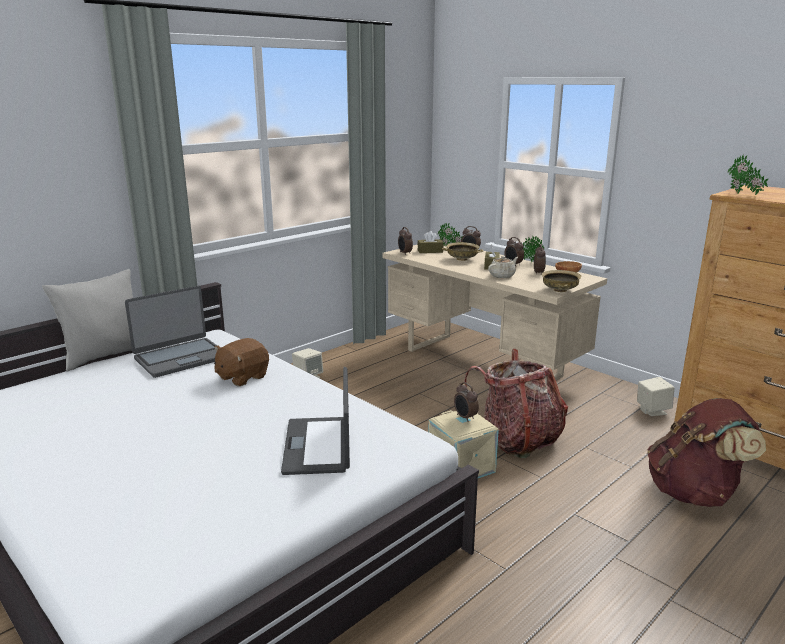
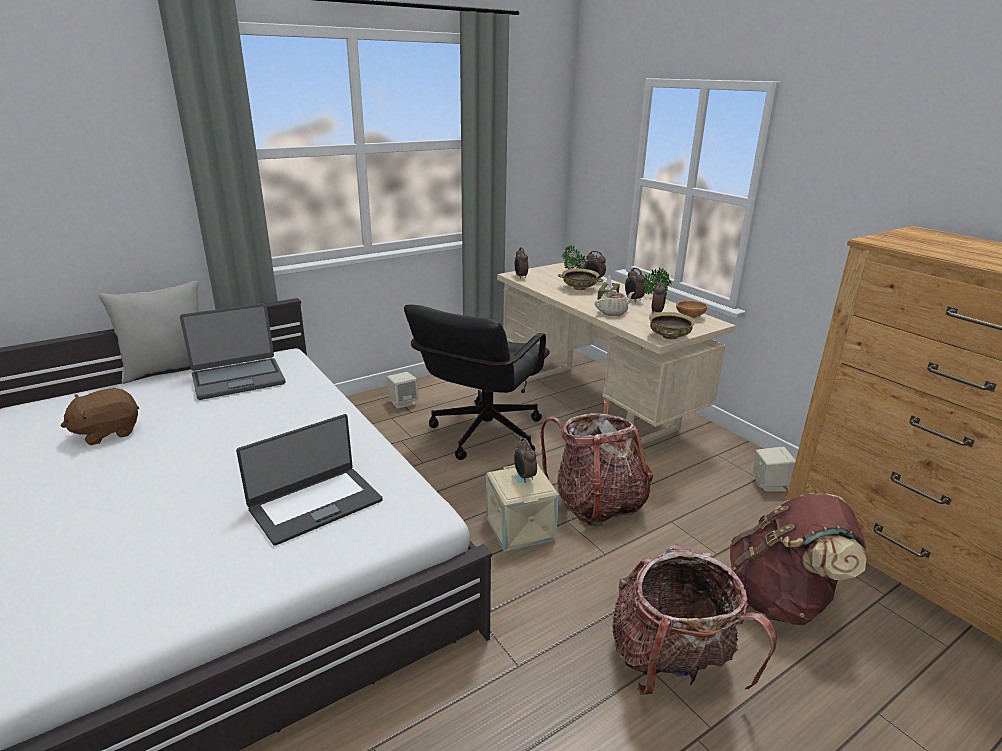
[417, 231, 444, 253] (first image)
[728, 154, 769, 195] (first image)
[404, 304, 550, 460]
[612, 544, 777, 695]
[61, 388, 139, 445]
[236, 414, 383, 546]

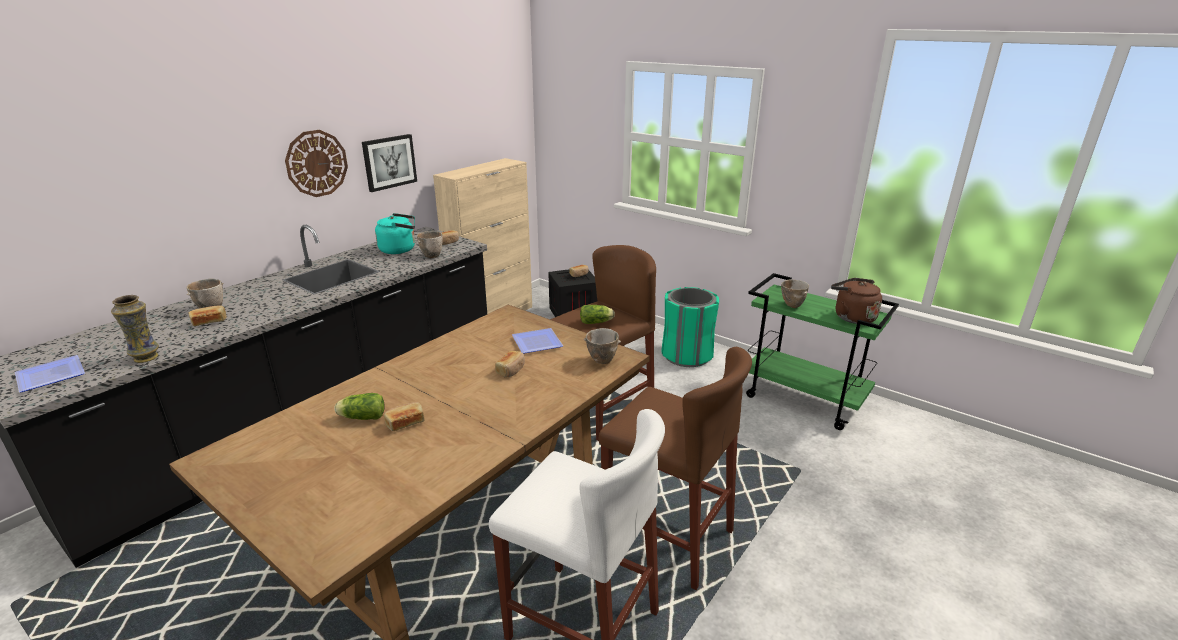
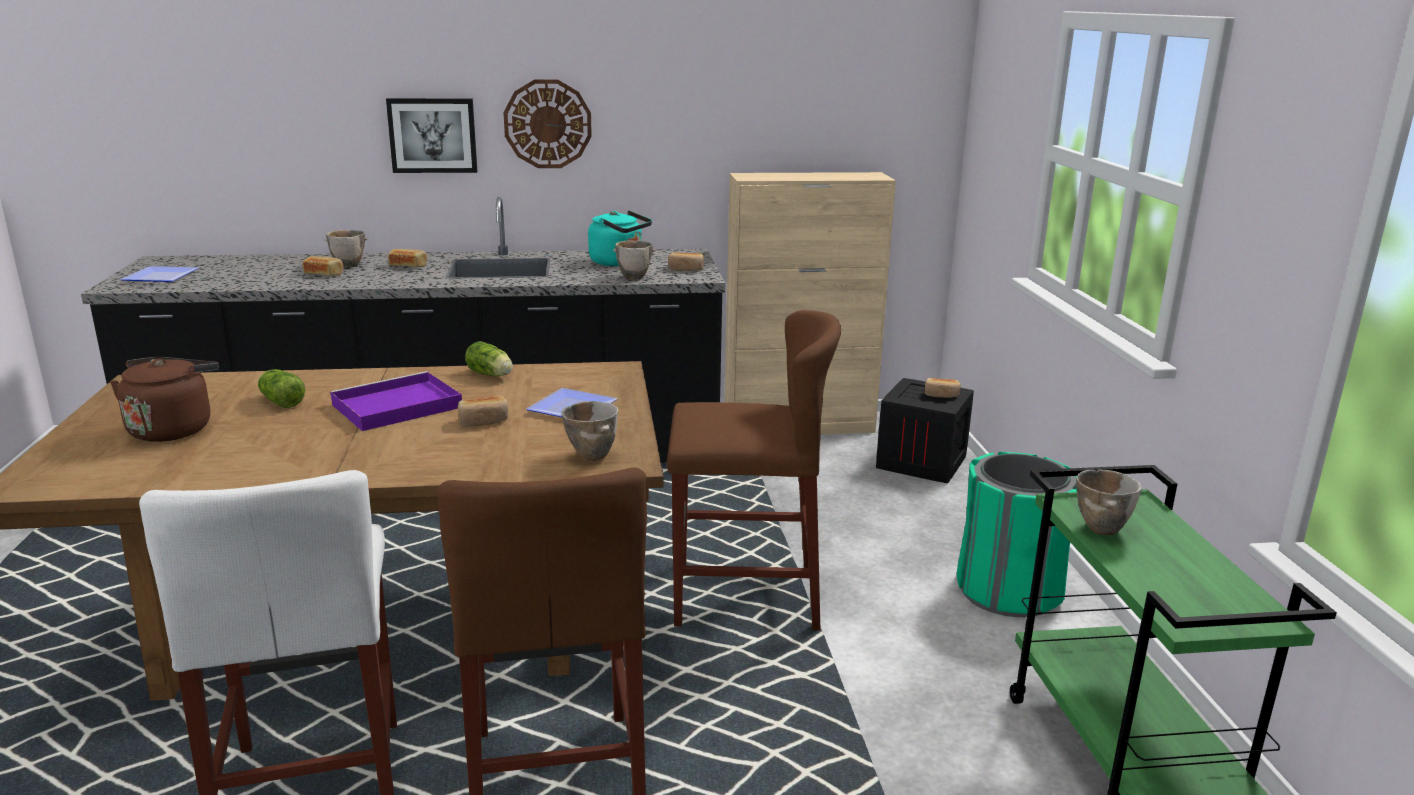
[111, 295, 159, 363] (first image)
[330, 371, 462, 431]
[386, 98, 477, 173]
[388, 249, 427, 267]
[465, 341, 513, 376]
[110, 357, 219, 442]

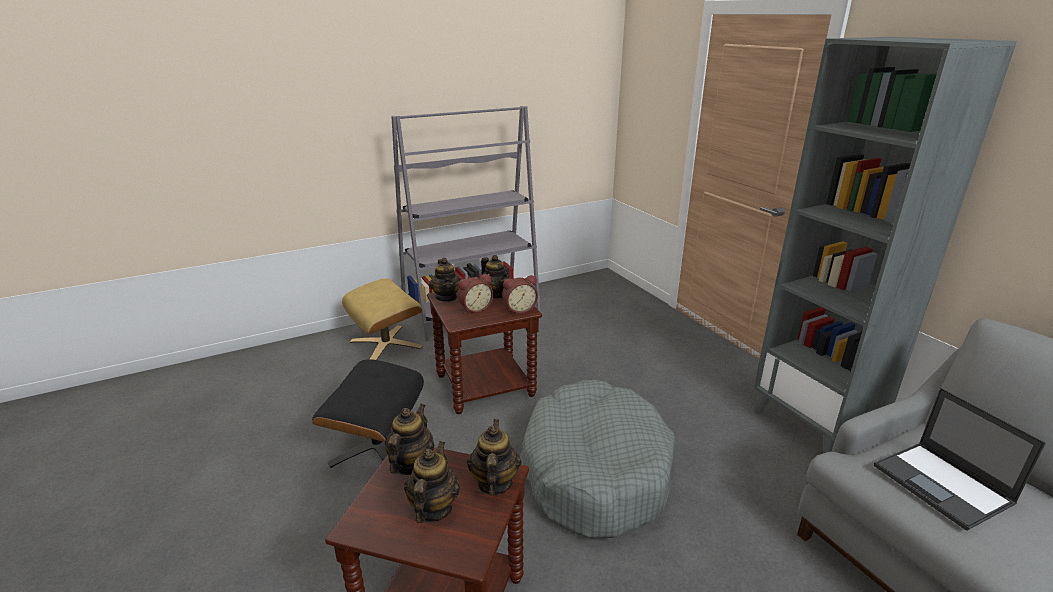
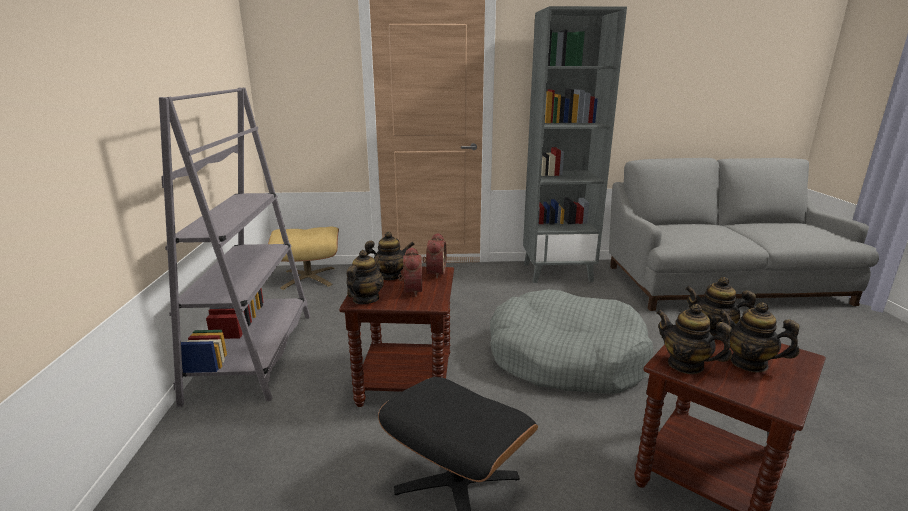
[874, 388, 1046, 531] (first image)
[268, 227, 339, 290]
[347, 250, 384, 304]

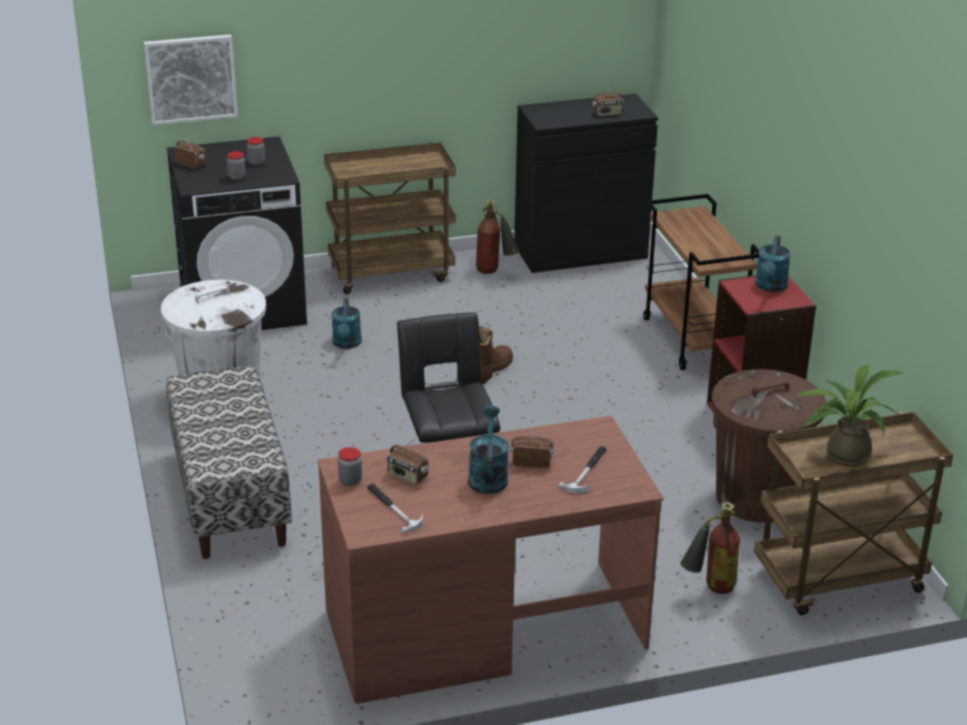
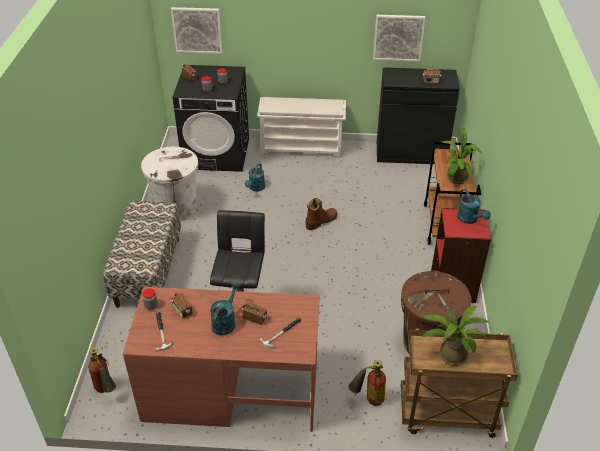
[373, 15, 425, 61]
[441, 128, 482, 184]
[88, 347, 116, 393]
[257, 97, 346, 158]
[457, 189, 491, 224]

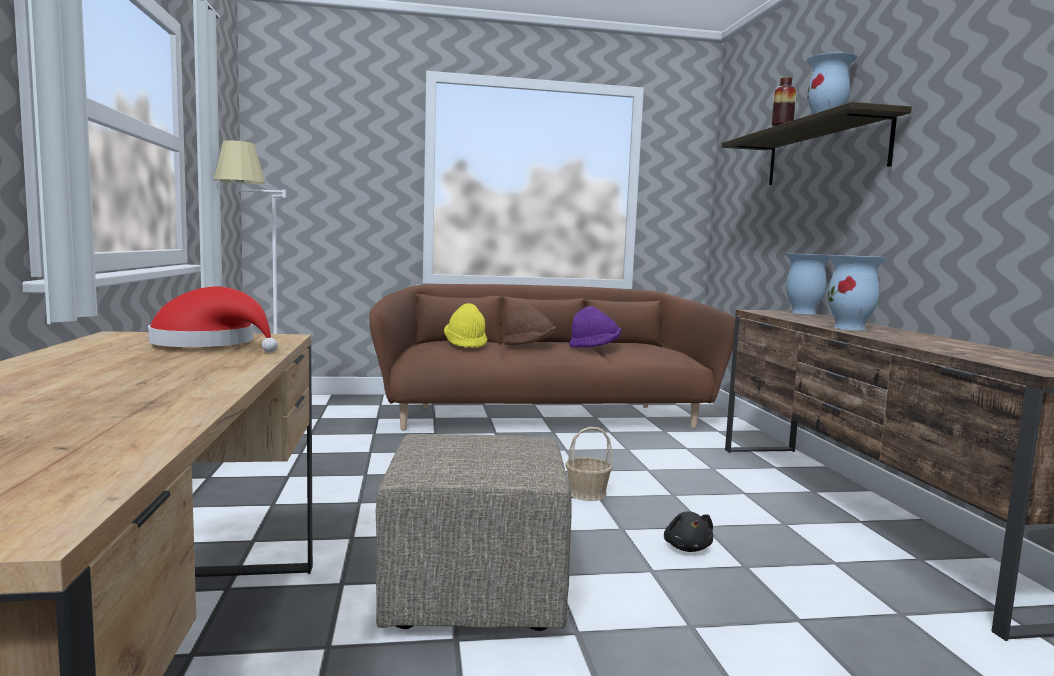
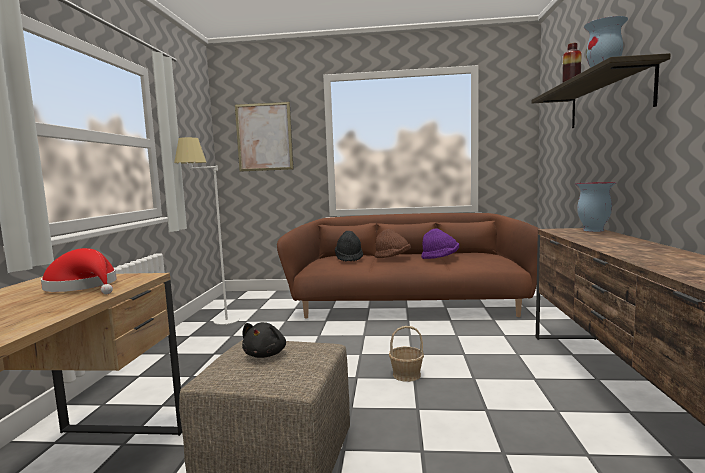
[827, 255, 888, 331] (first image)
[235, 102, 294, 172]
[242, 322, 286, 358]
[335, 231, 363, 262]

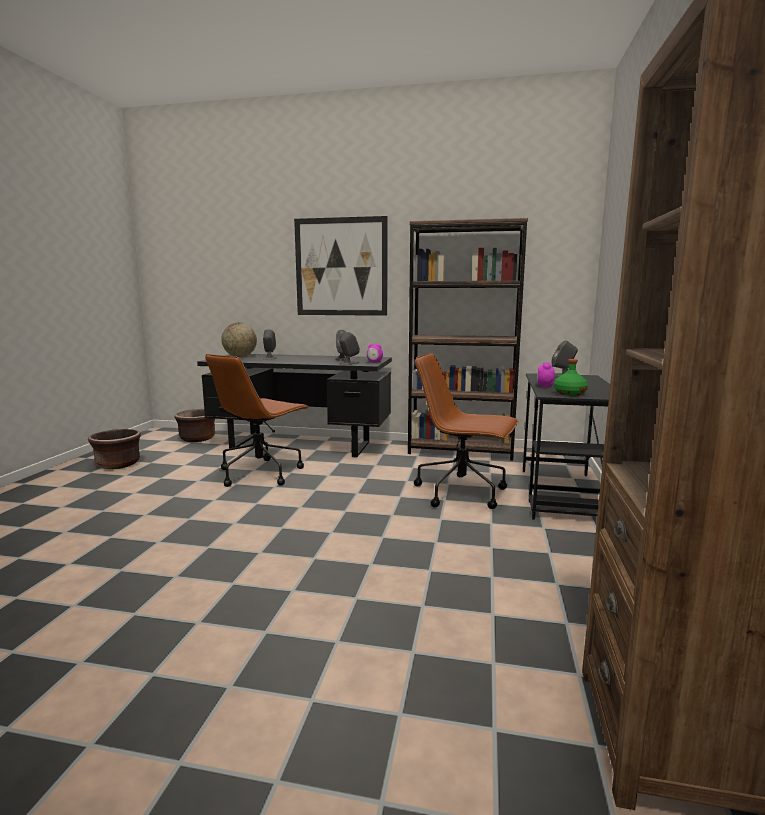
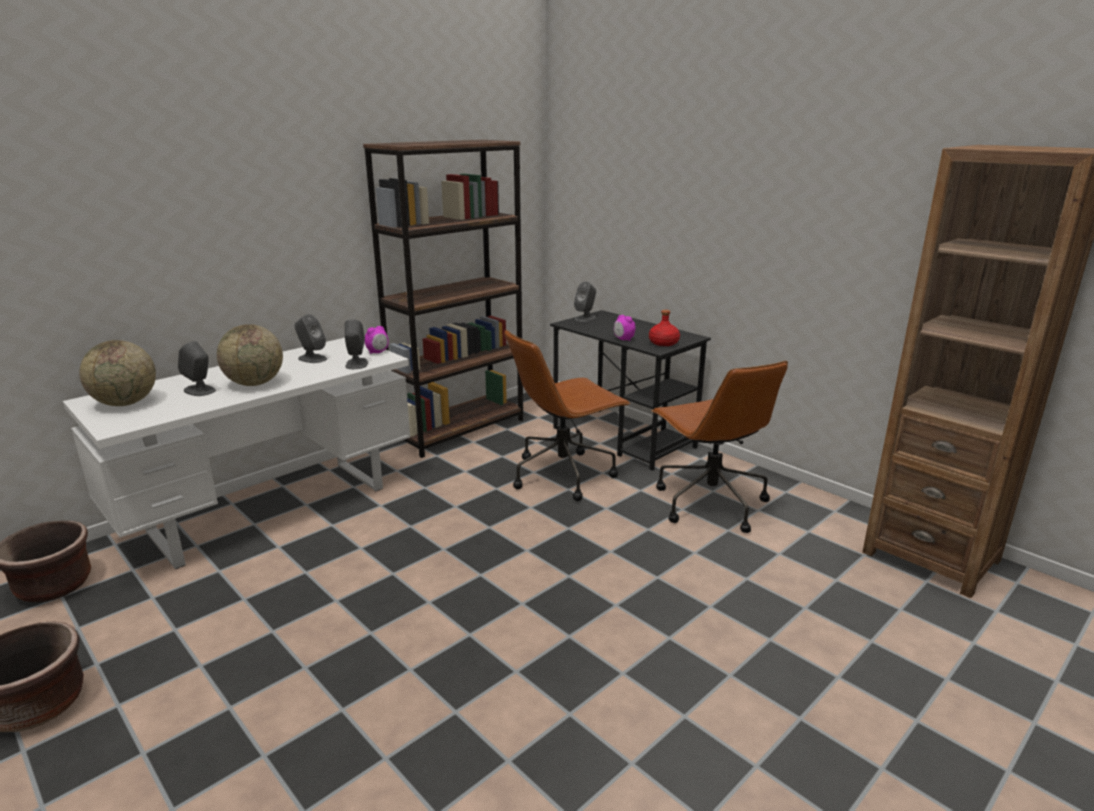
[294, 216, 388, 316] (first image)
[217, 324, 283, 386]
[651, 361, 788, 533]
[63, 338, 410, 569]
[649, 310, 680, 346]

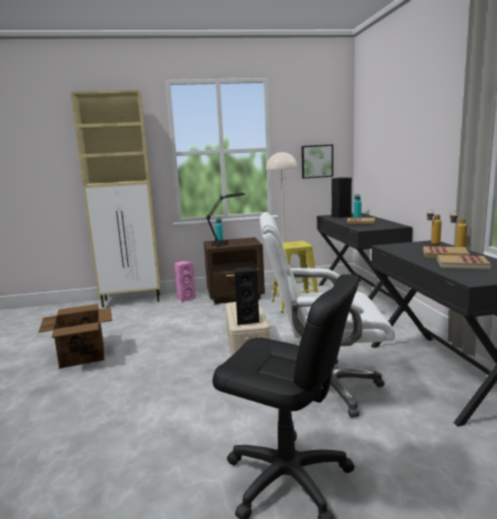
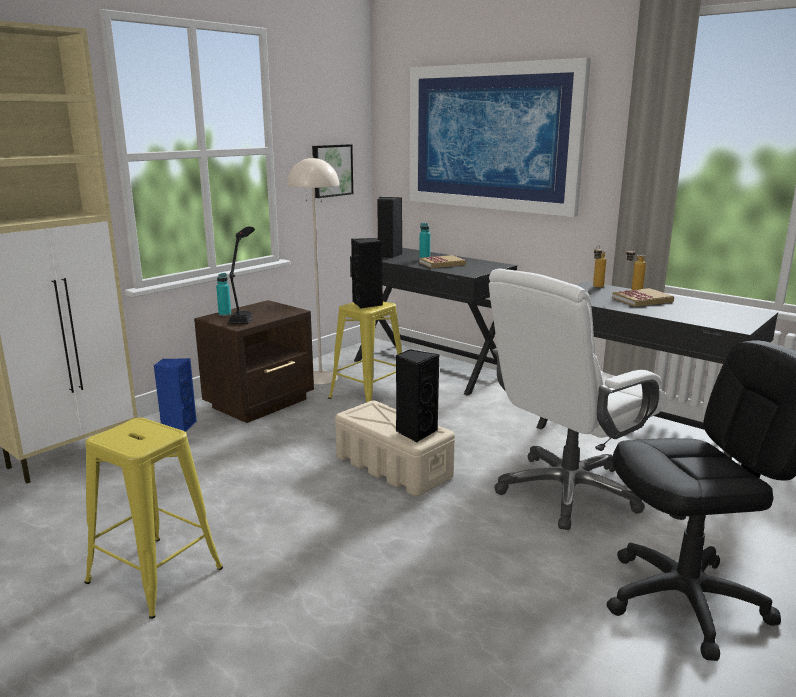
[437, 255, 491, 270] (first image)
[351, 238, 383, 309]
[409, 58, 591, 217]
[85, 418, 223, 619]
[154, 358, 197, 432]

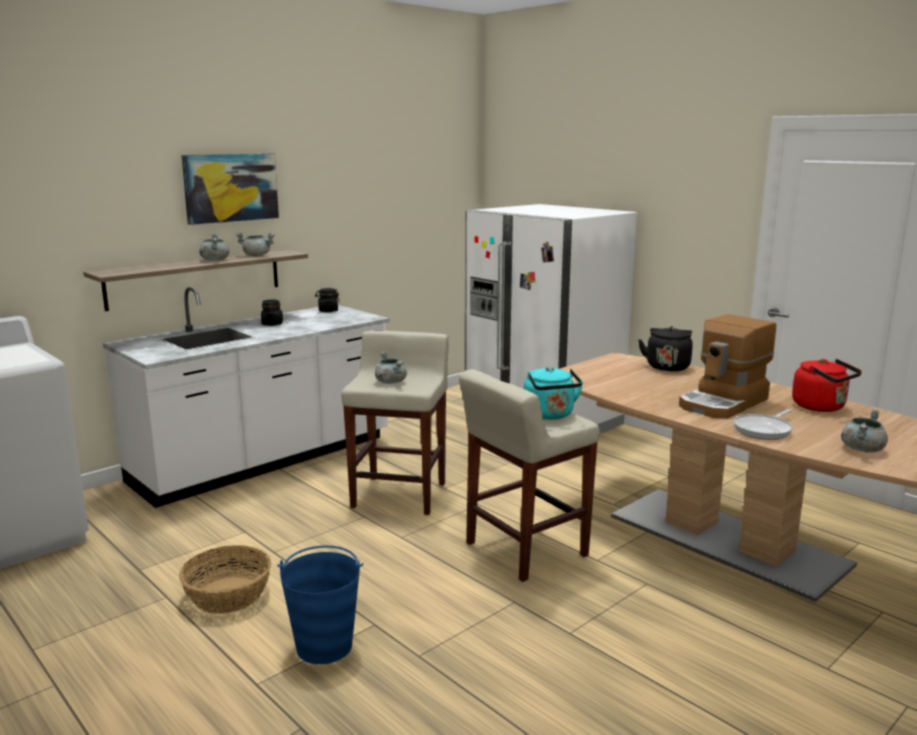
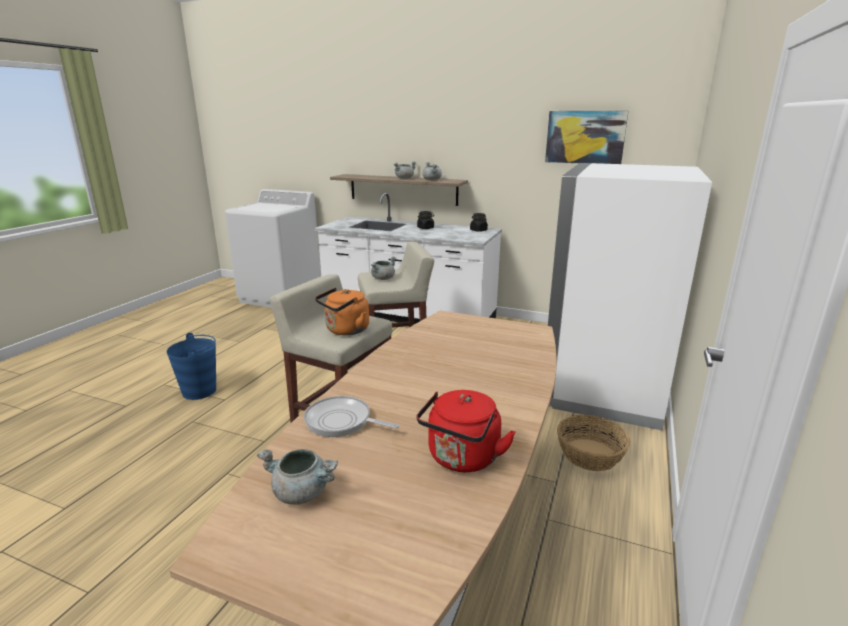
[638, 326, 693, 371] (first image)
[679, 314, 776, 419] (first image)
[557, 415, 630, 471]
[545, 111, 628, 164]
[315, 288, 369, 335]

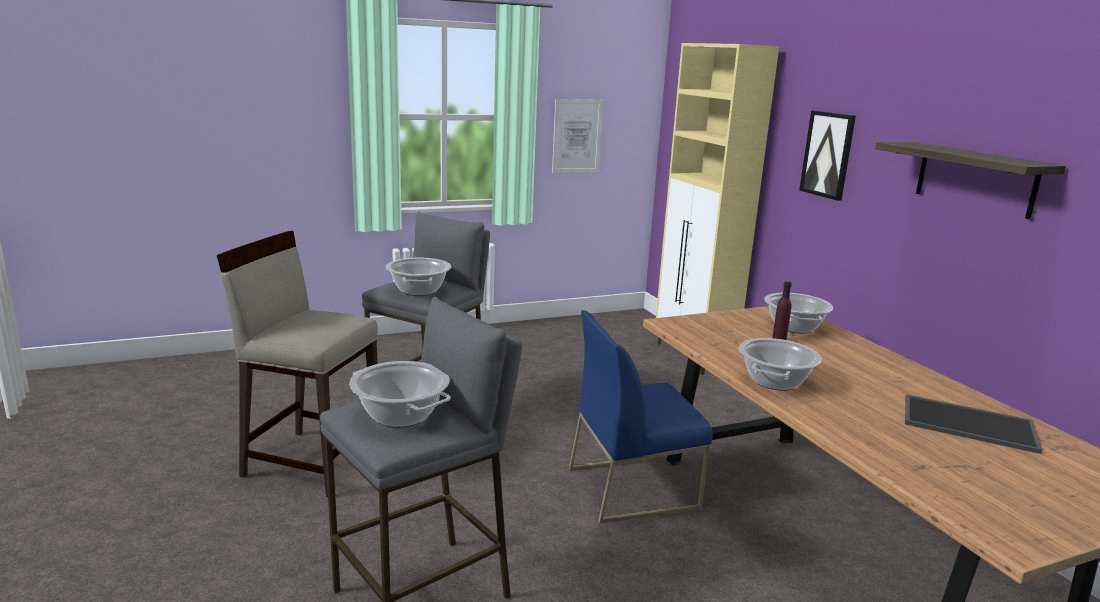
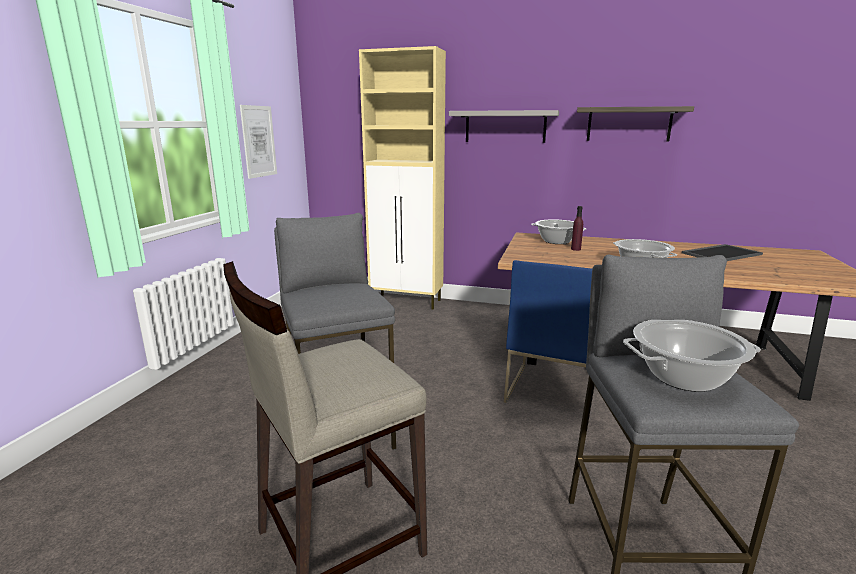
[386, 258, 451, 296] (first image)
[449, 110, 559, 143]

